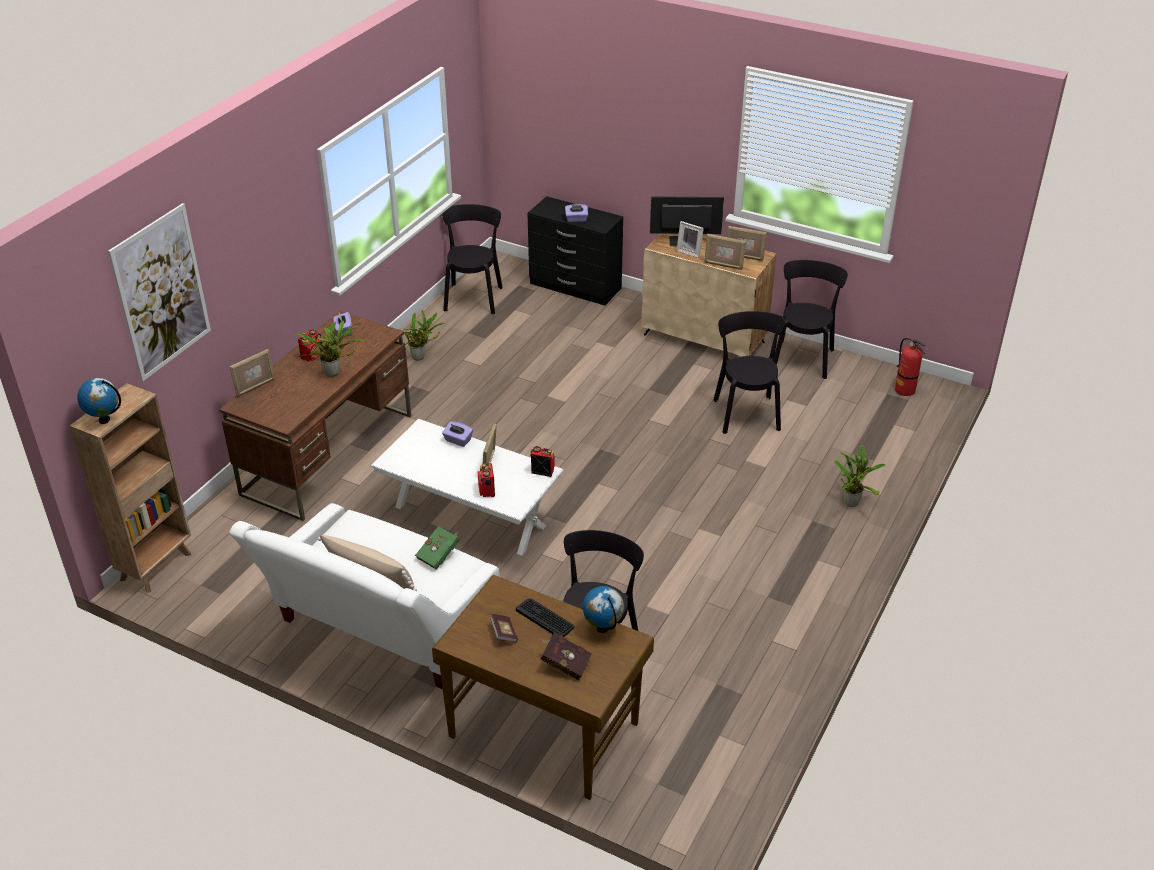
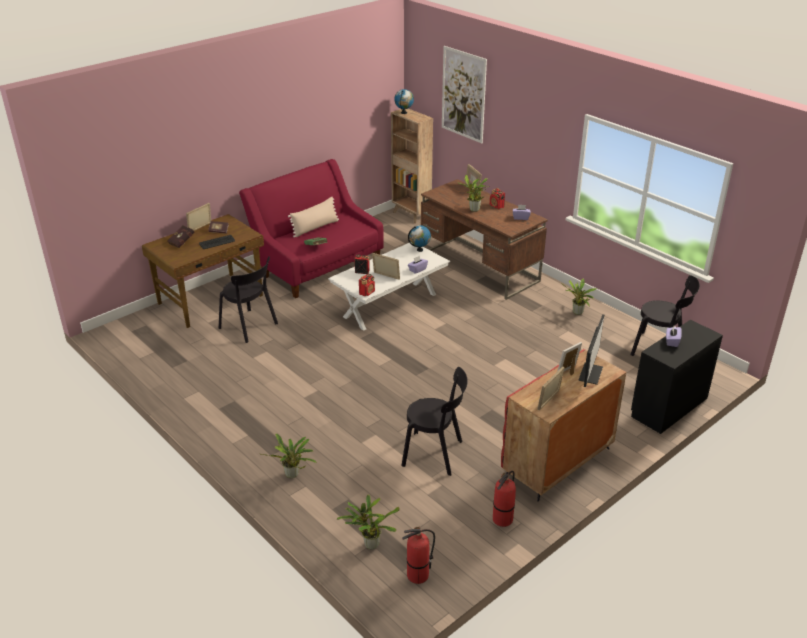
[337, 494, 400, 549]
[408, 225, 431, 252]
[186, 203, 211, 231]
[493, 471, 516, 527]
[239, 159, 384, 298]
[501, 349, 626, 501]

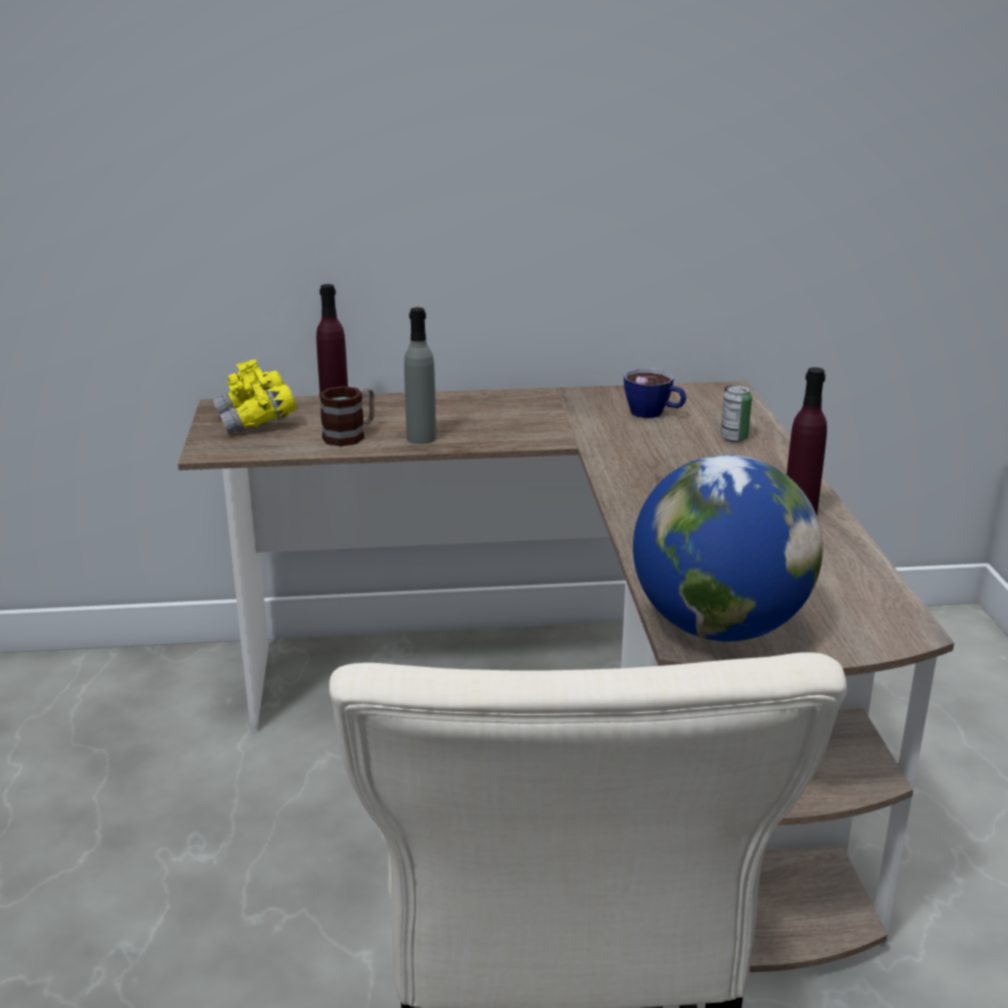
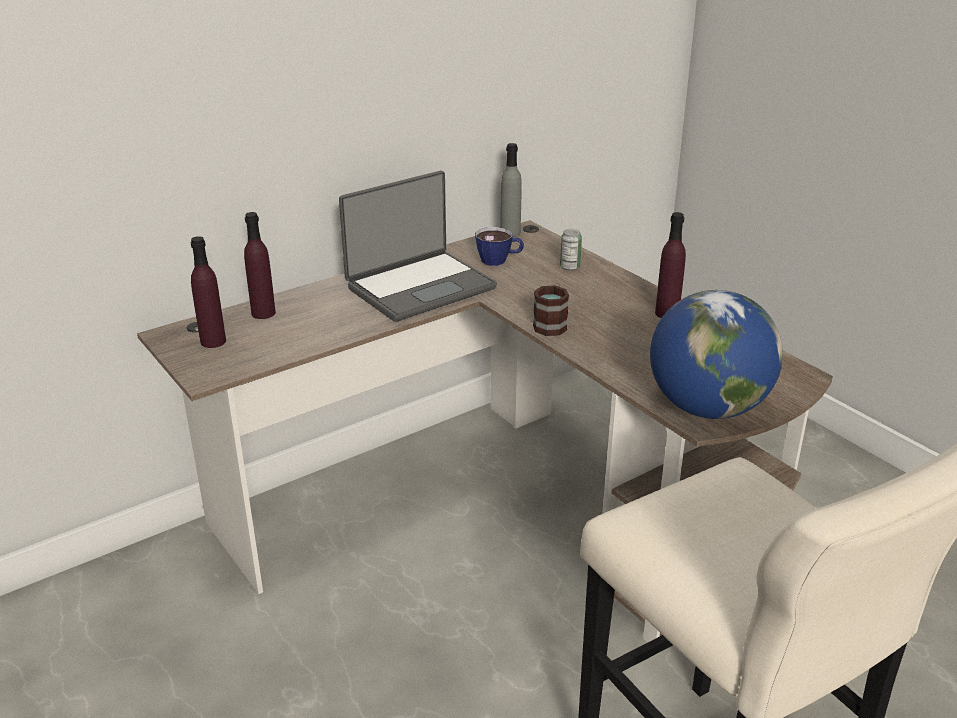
[339, 170, 497, 322]
[533, 283, 569, 336]
[500, 143, 522, 237]
[191, 236, 226, 348]

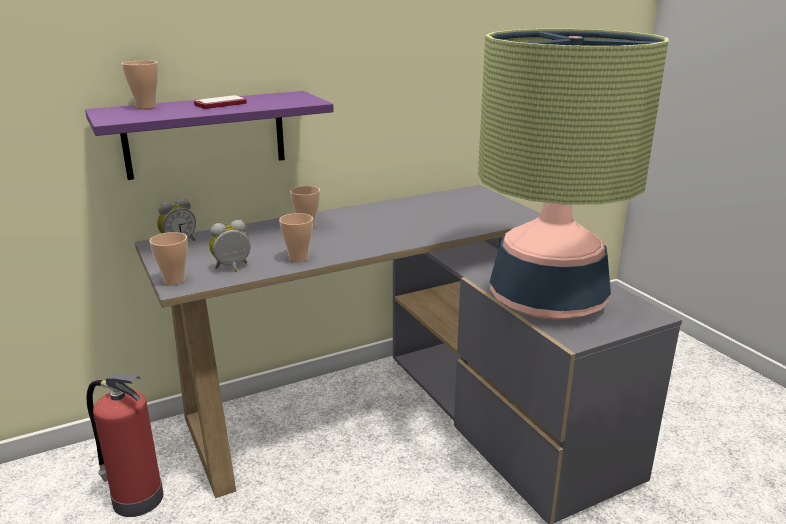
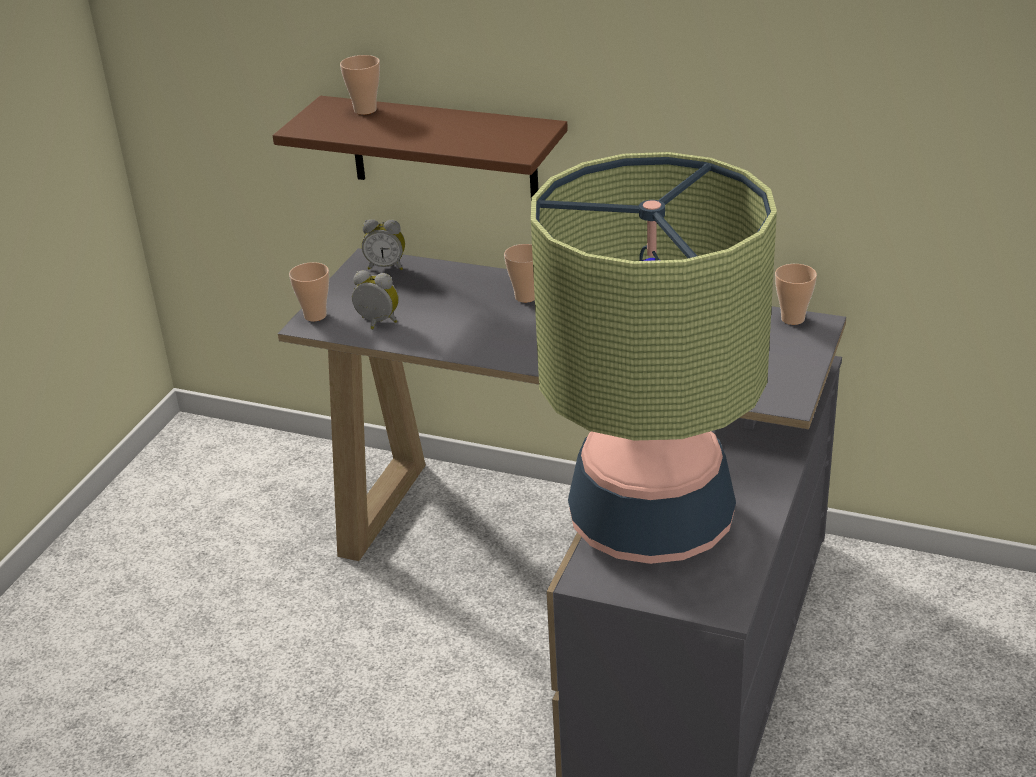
[87, 373, 163, 517] (first image)
[194, 95, 247, 109] (first image)
[775, 264, 817, 325]
[273, 96, 568, 197]

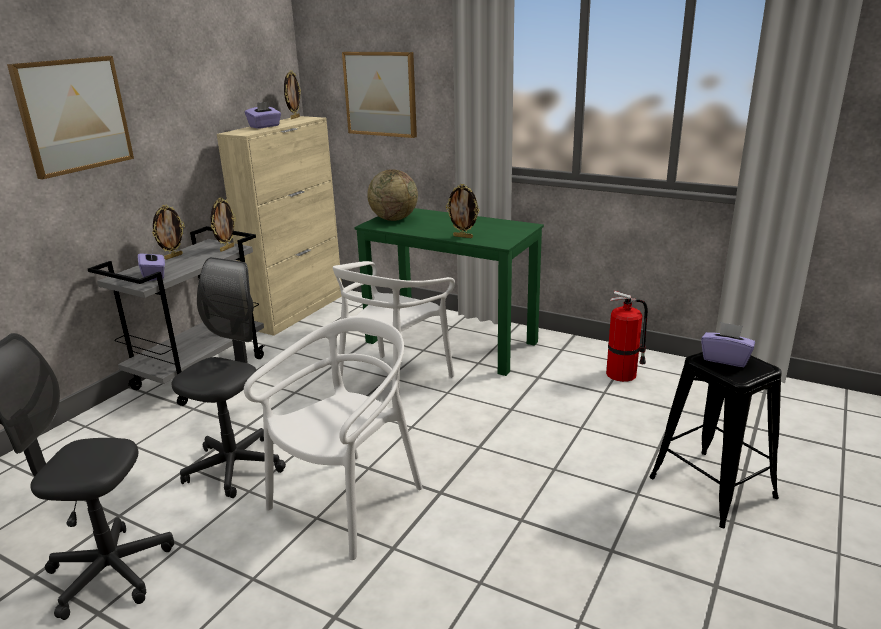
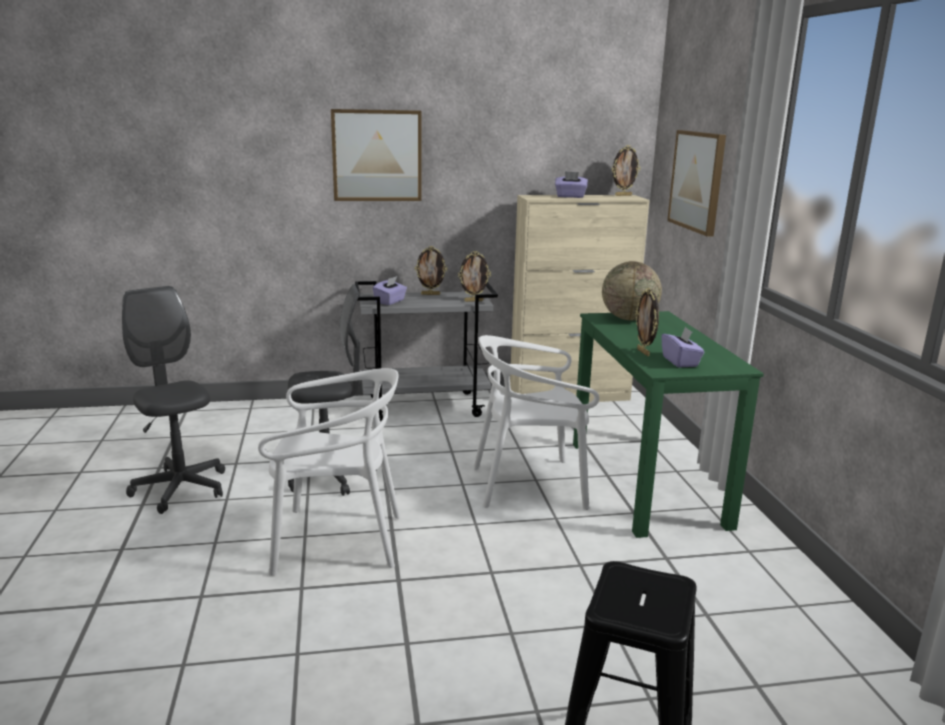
[606, 291, 648, 382] (first image)
[661, 327, 705, 368]

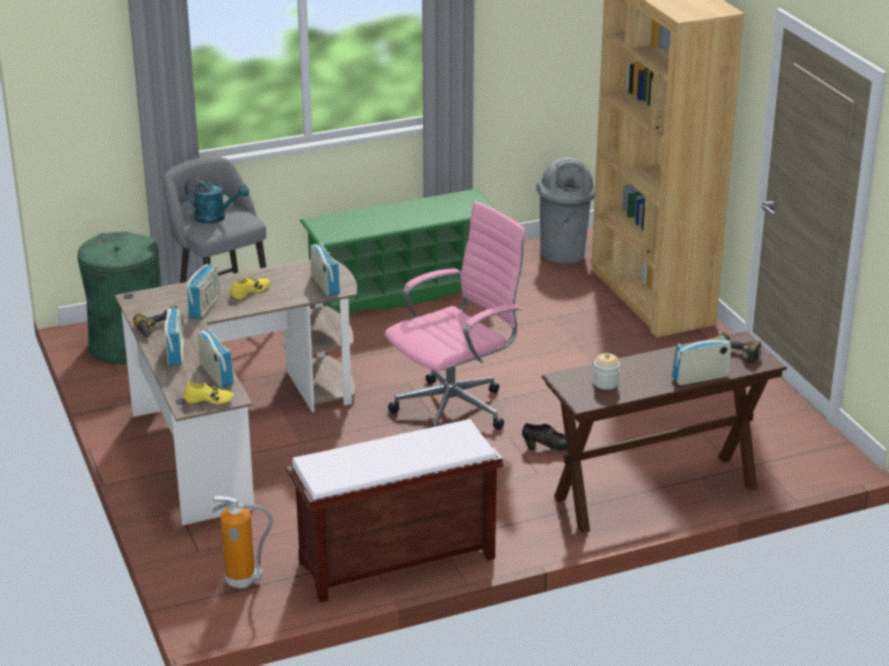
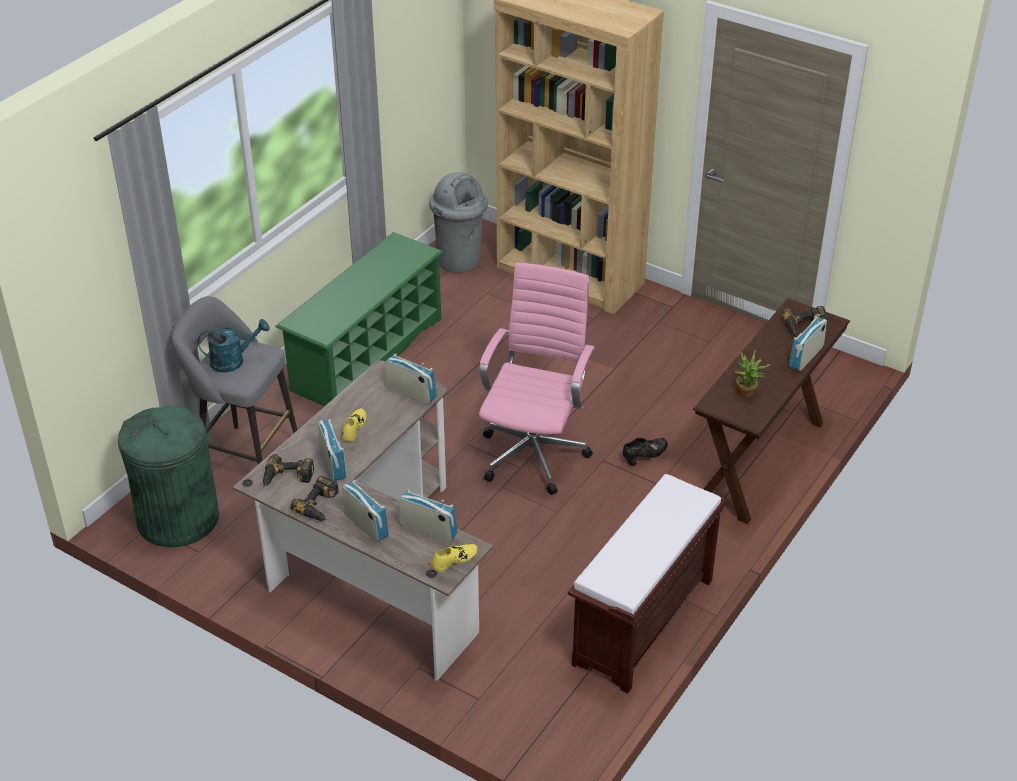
[212, 496, 273, 589] (first image)
[263, 454, 314, 486]
[734, 350, 771, 397]

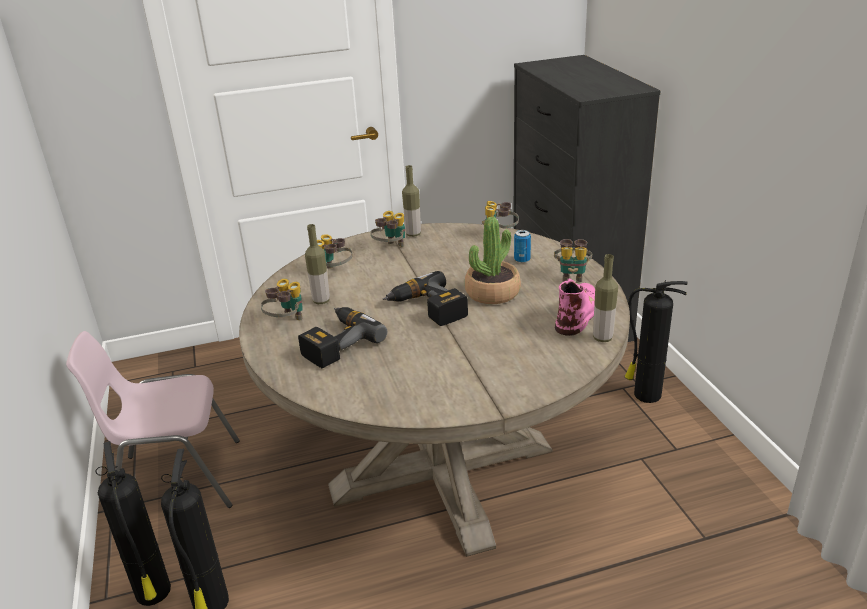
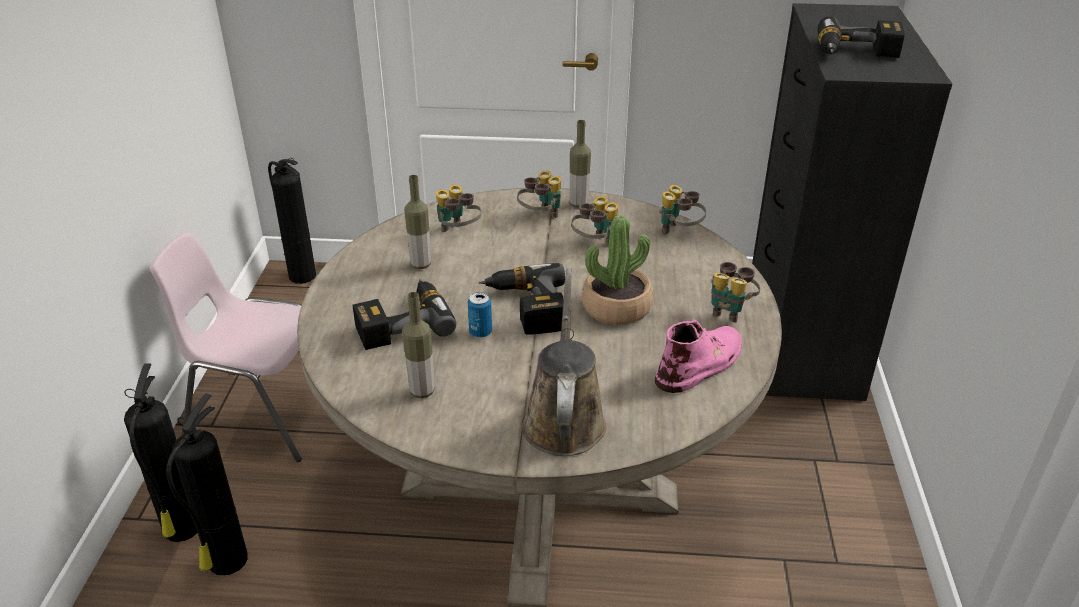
[521, 268, 607, 456]
[818, 16, 905, 58]
[571, 196, 618, 245]
[468, 292, 492, 338]
[402, 292, 435, 398]
[268, 158, 316, 284]

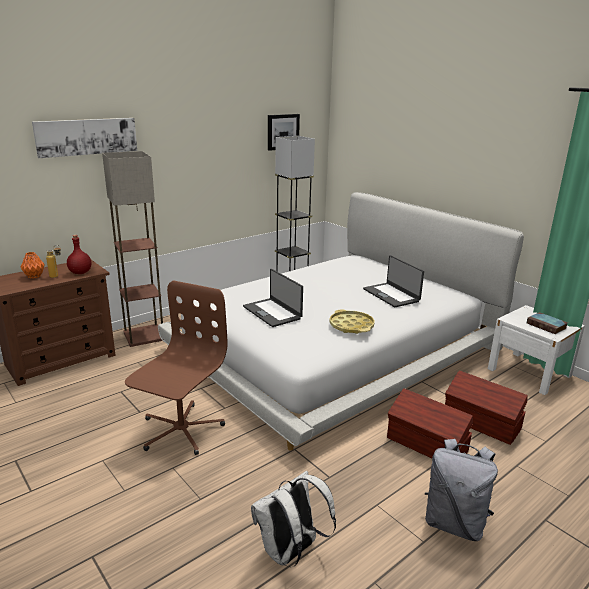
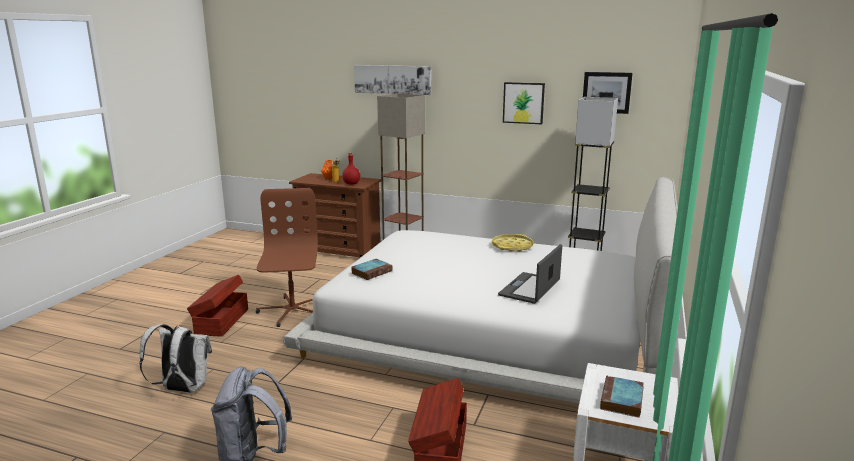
[243, 269, 303, 327] (first image)
[351, 259, 392, 280]
[503, 82, 545, 124]
[492, 234, 533, 252]
[187, 275, 248, 337]
[256, 188, 318, 327]

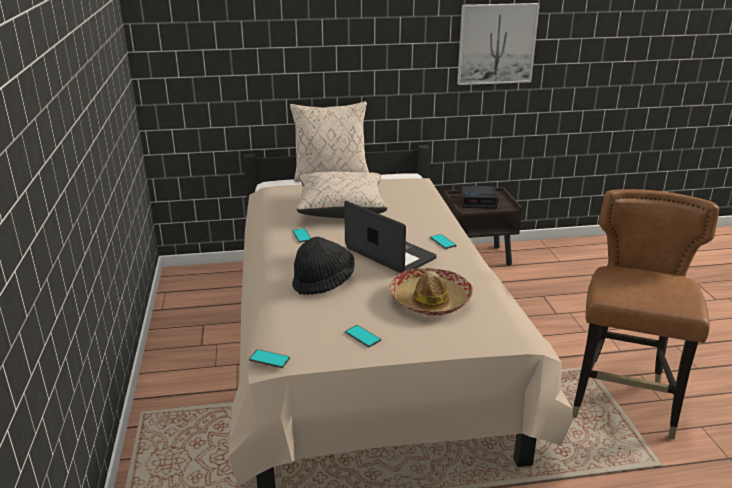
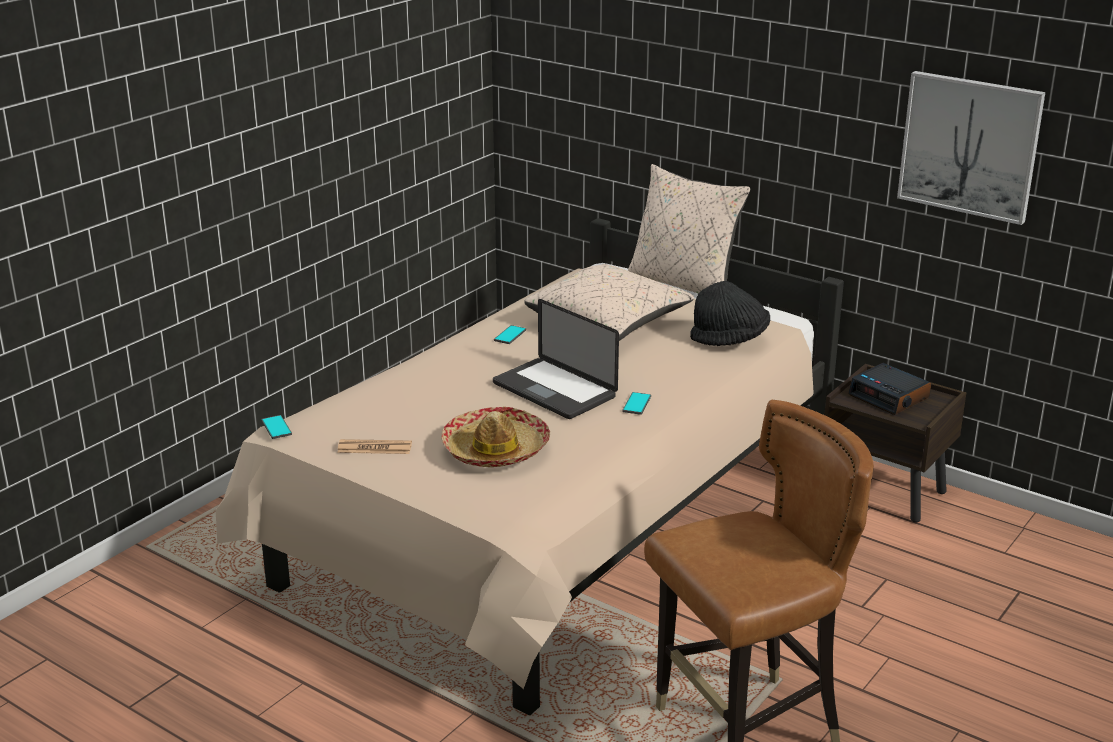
[690, 281, 770, 346]
[337, 439, 412, 454]
[493, 299, 619, 419]

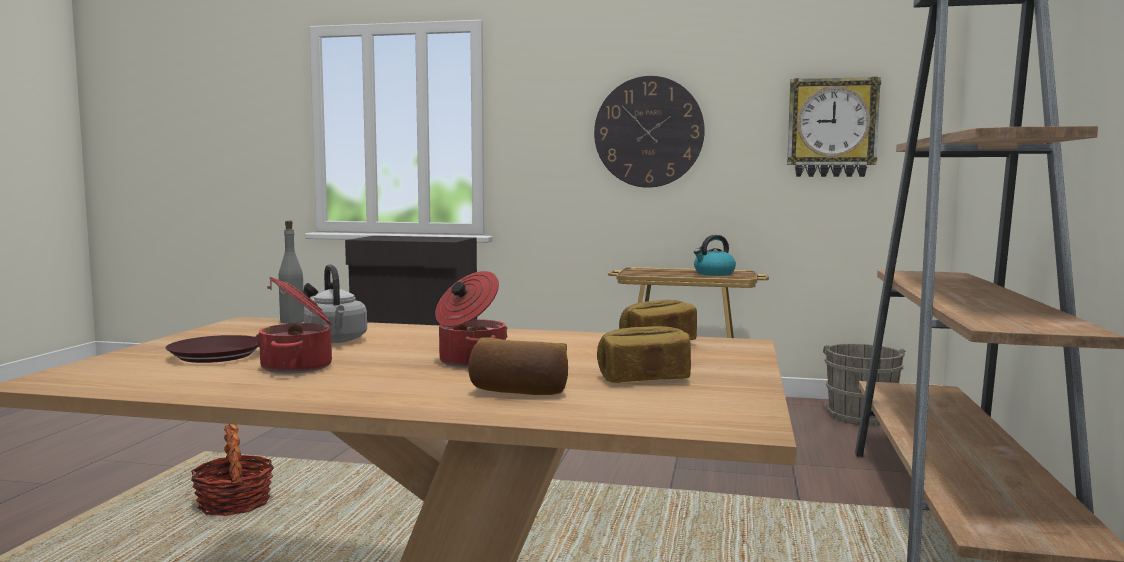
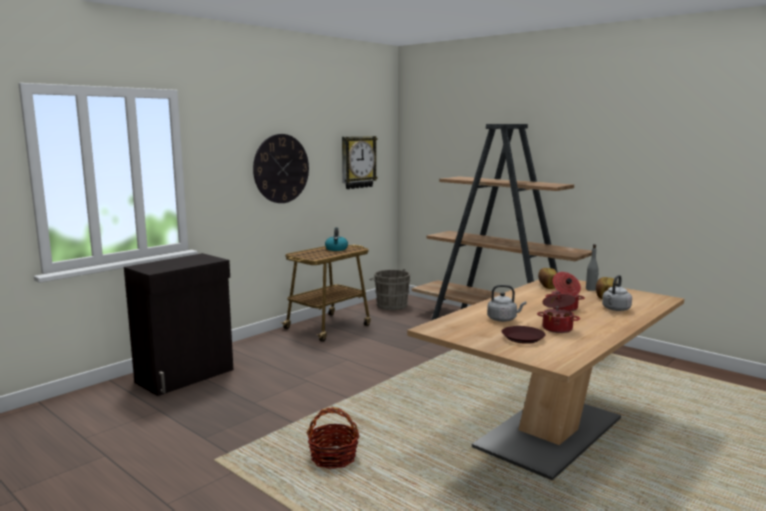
[586, 244, 599, 291]
[602, 275, 632, 311]

